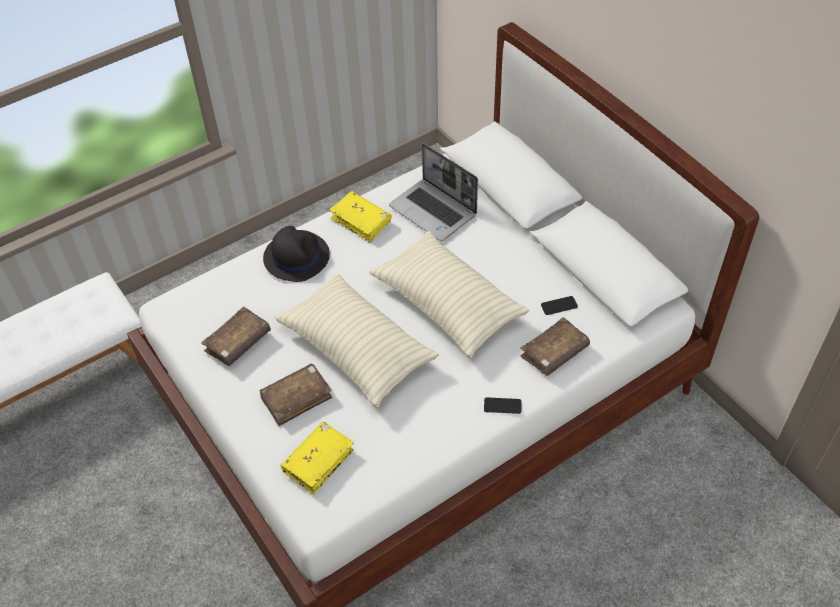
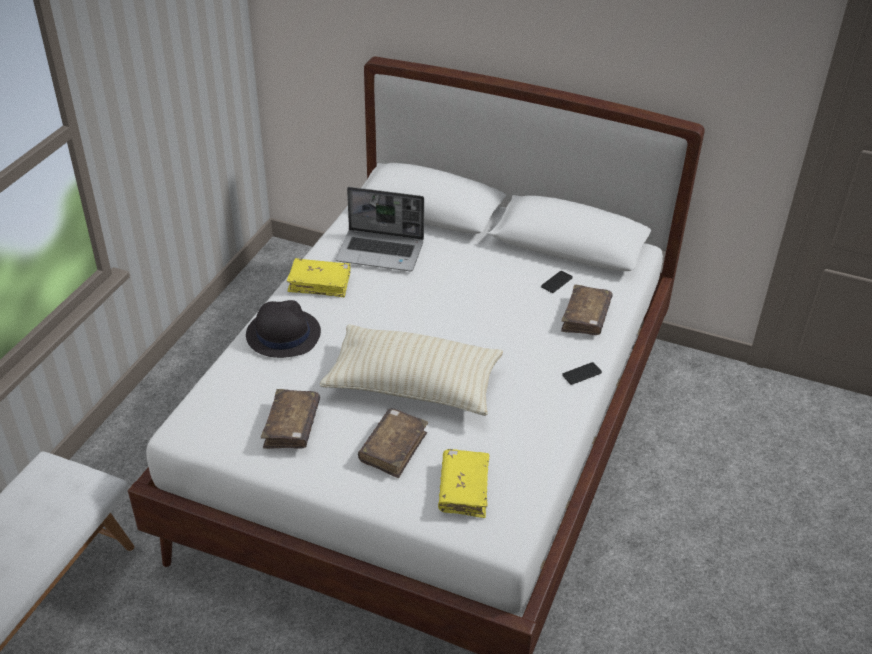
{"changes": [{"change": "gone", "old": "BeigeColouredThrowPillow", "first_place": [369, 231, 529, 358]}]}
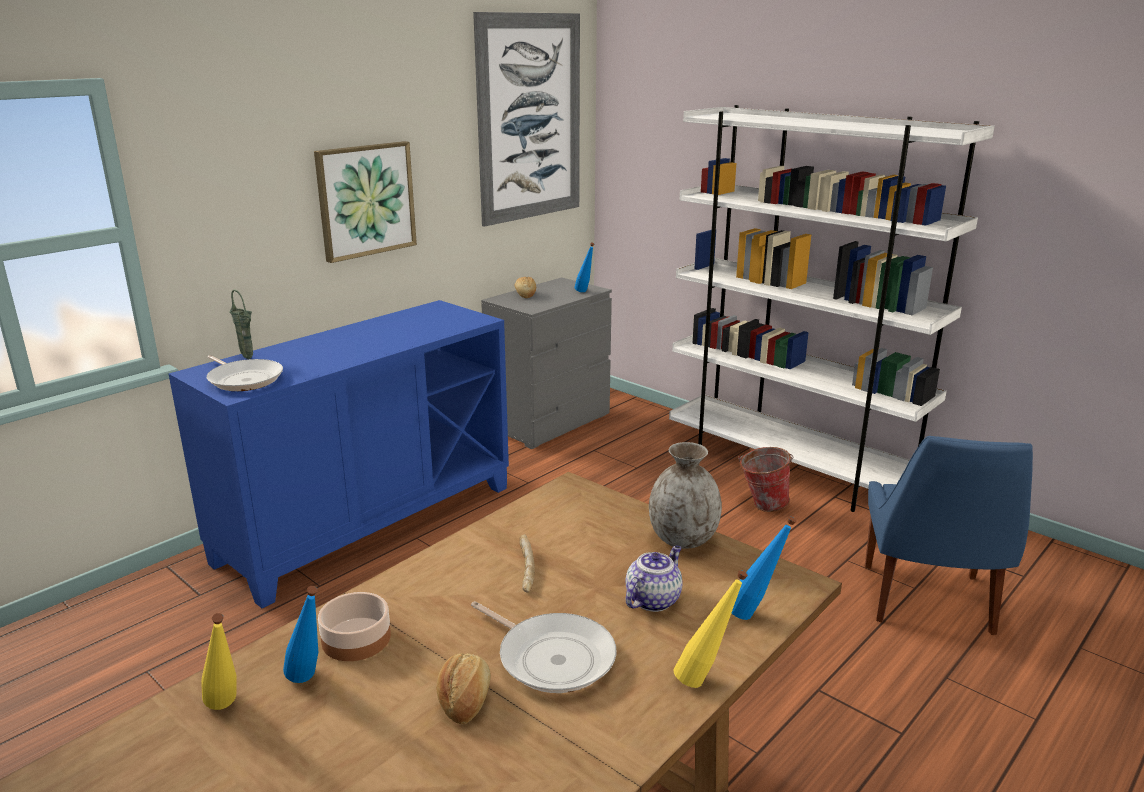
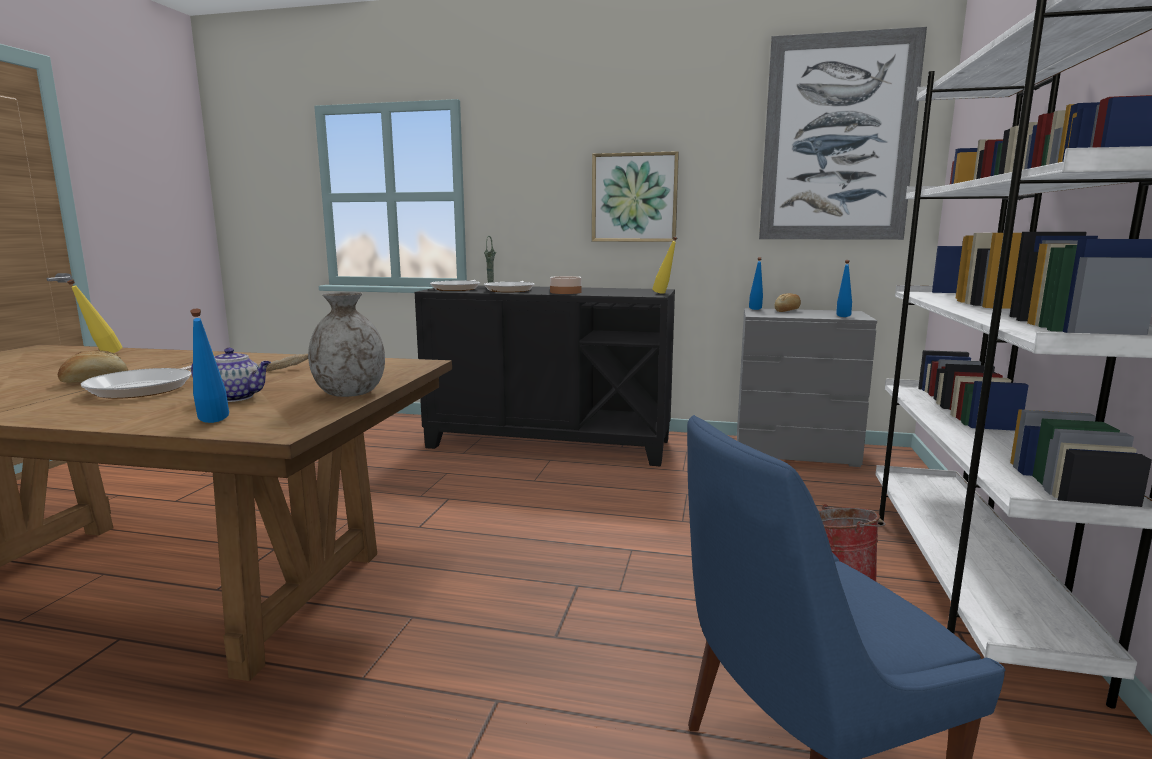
{"changes": [{"change": "new", "new": "Pan", "second_place": [484, 281, 534, 292]}, {"change": "shifted", "old": "BlueColouredDrinkBottle", "first_place": [283, 586, 318, 683], "second_place": [749, 257, 763, 310]}, {"change": "shifted", "old": "ServingBowl", "first_place": [318, 592, 391, 661], "second_place": [550, 276, 582, 294]}, {"change": "shifted", "old": "YellowColouredDrinkBottle", "first_place": [674, 570, 748, 688], "second_place": [652, 237, 677, 294]}, {"change": "repainted", "old": "BlueColouredCabinet", "new": "BlackCabinet", "first_place": [169, 300, 509, 608], "second_place": [415, 285, 675, 466]}]}
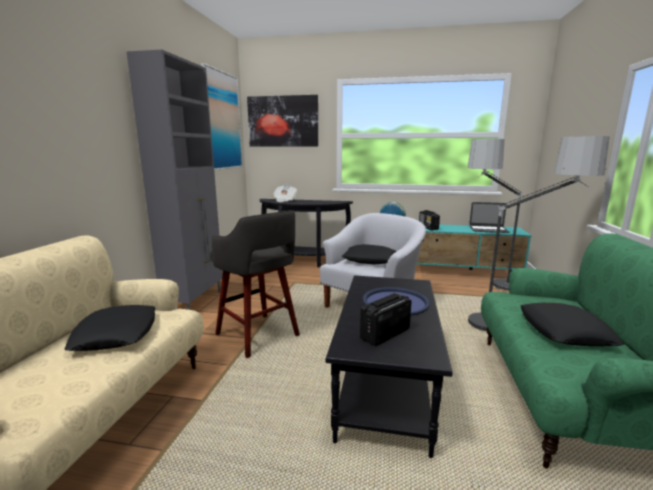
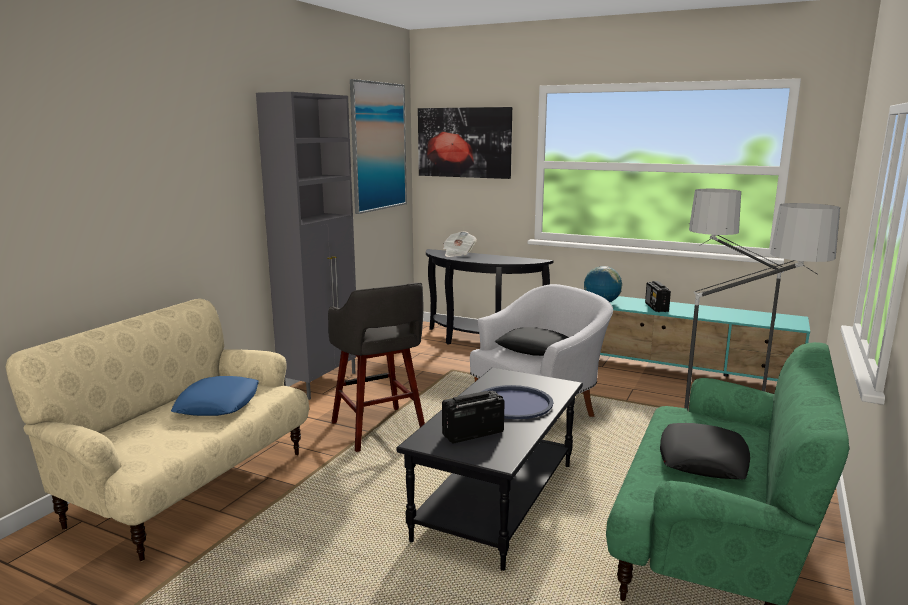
{"changes": [{"change": "gone", "old": "Laptop", "first_place": [469, 202, 510, 233]}, {"change": "repainted", "old": "BlackThrowPillow", "new": "BlueColouredThrowPillow", "first_place": [65, 305, 155, 351], "second_place": [171, 376, 259, 416]}]}
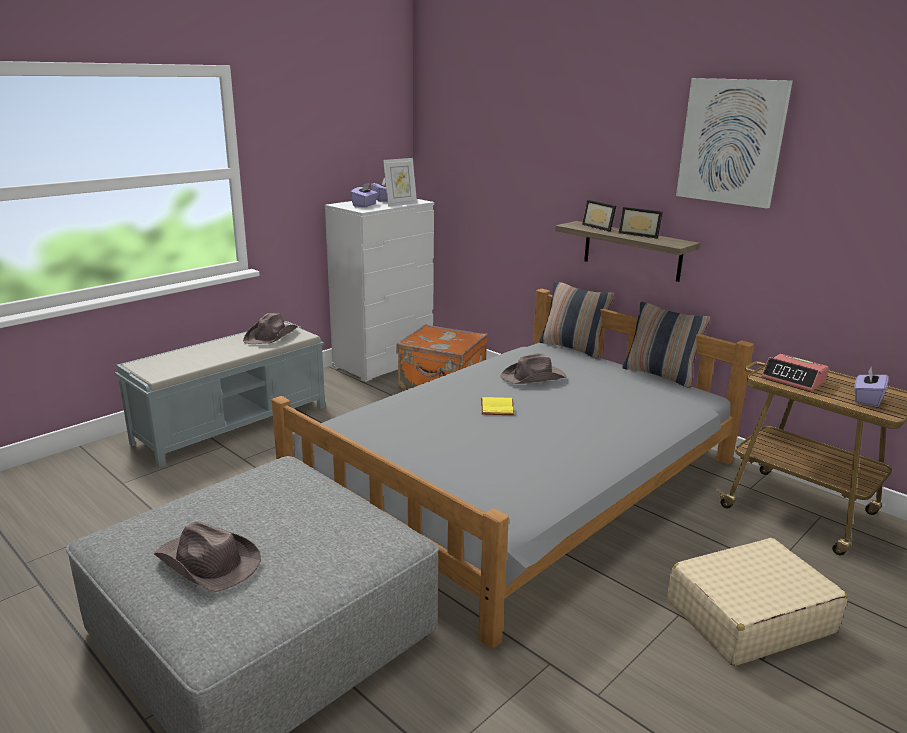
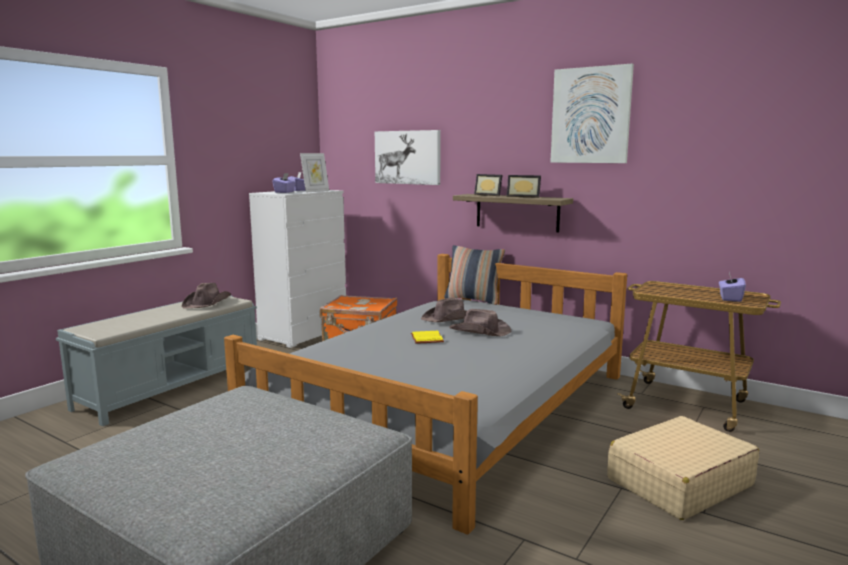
{"changes": [{"change": "gone", "old": "ThrowPillow", "first_place": [622, 301, 710, 388]}, {"change": "gone", "old": "BedsideClock", "first_place": [761, 354, 829, 392]}, {"change": "new", "new": "WallArt", "second_place": [375, 130, 441, 185]}, {"change": "shifted", "old": "BrownColouredWearableHat", "first_place": [154, 521, 261, 593], "second_place": [449, 309, 511, 336]}]}
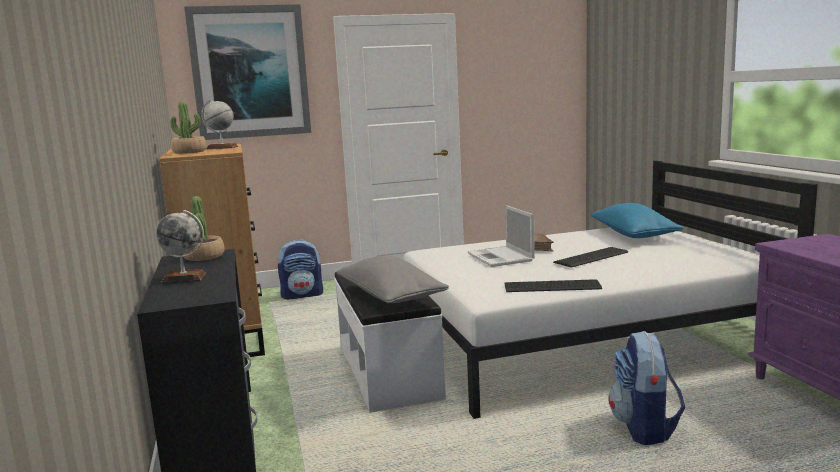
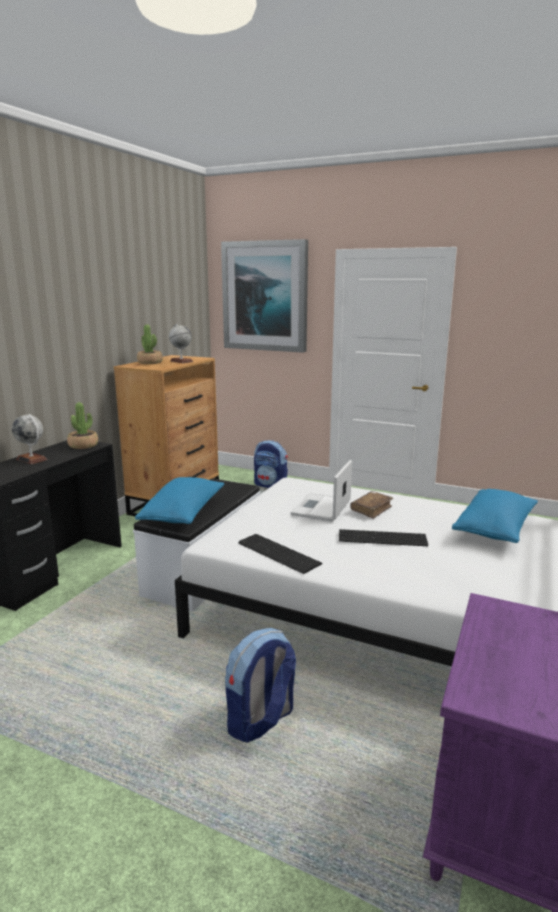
{"changes": [{"change": "repainted", "old": "GreyThrowPillow", "new": "BlueColouredThrowPillow", "first_place": [337, 255, 449, 303], "second_place": [135, 477, 225, 524]}]}
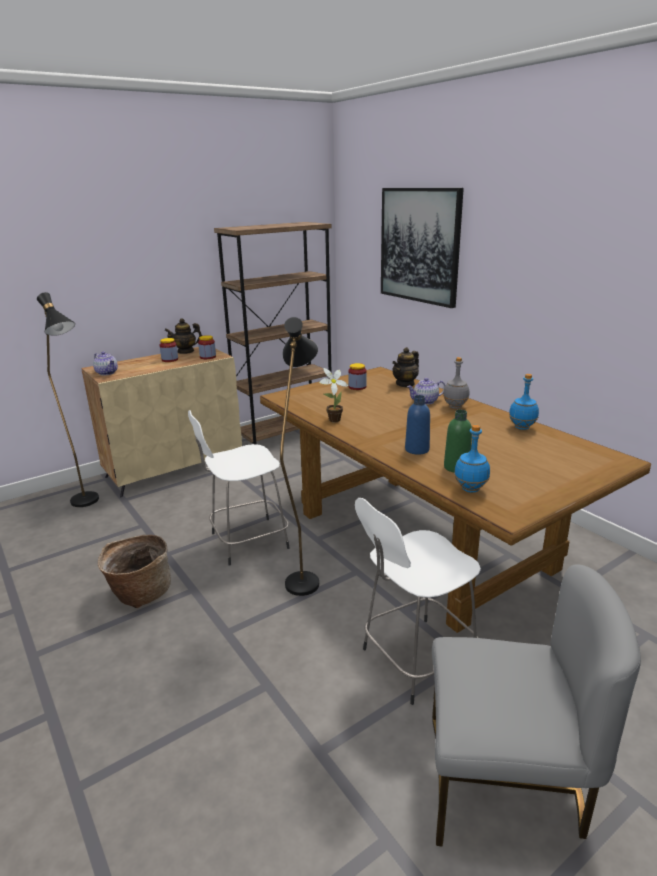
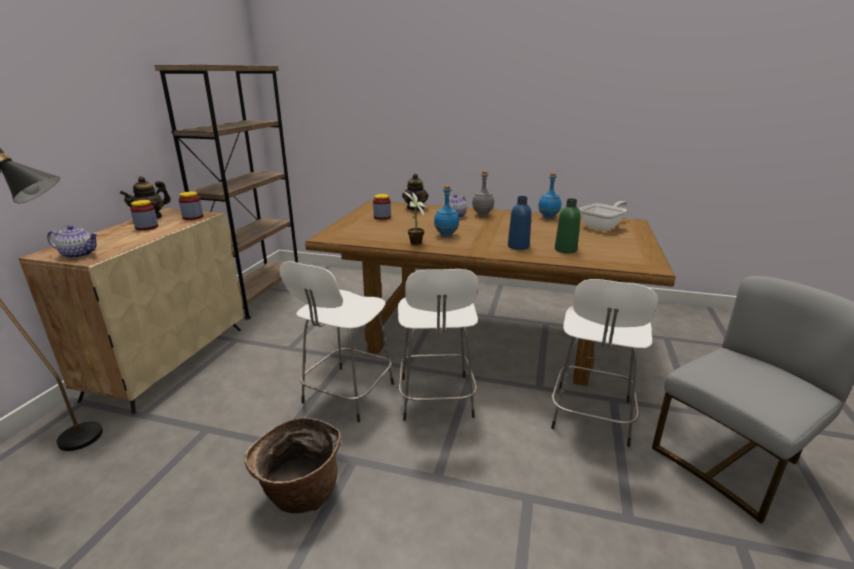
{"changes": [{"change": "gone", "old": "WallArt", "first_place": [381, 188, 464, 308]}, {"change": "new", "new": "Pan", "second_place": [580, 201, 627, 231]}, {"change": "shifted", "old": "BlueColouredDrinkBottle", "first_place": [454, 425, 490, 493], "second_place": [434, 185, 459, 237]}, {"change": "swapped", "old": "BlackStandardLamp", "new": "WhitishStool", "first_place": [280, 317, 319, 596], "second_place": [398, 269, 478, 421]}]}
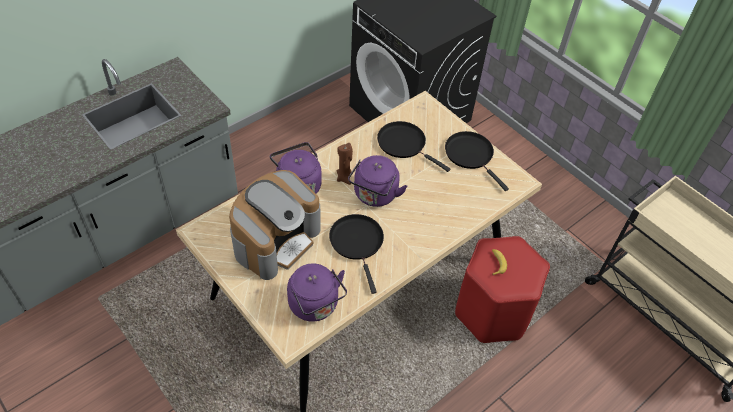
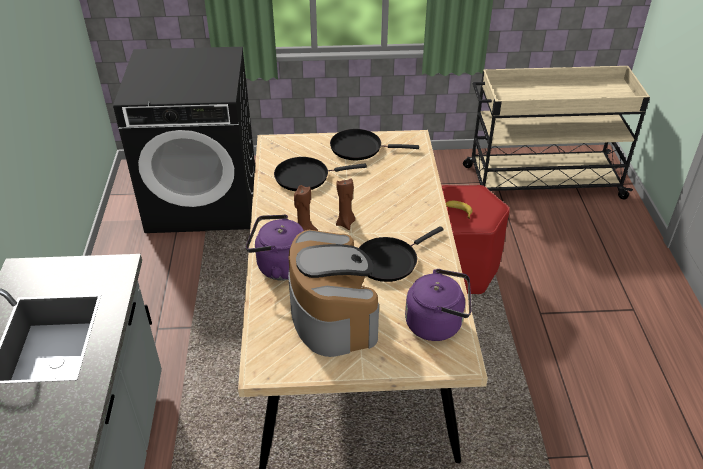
{"changes": [{"change": "swapped", "old": "PurplishWaterKettle", "new": "BrownColouredWaxLight", "first_place": [348, 155, 407, 207], "second_place": [336, 179, 355, 230]}, {"change": "rotated", "old": "BlackPan", "first_place": [329, 214, 384, 294], "second_place": [359, 226, 444, 282], "degrees": -60}]}
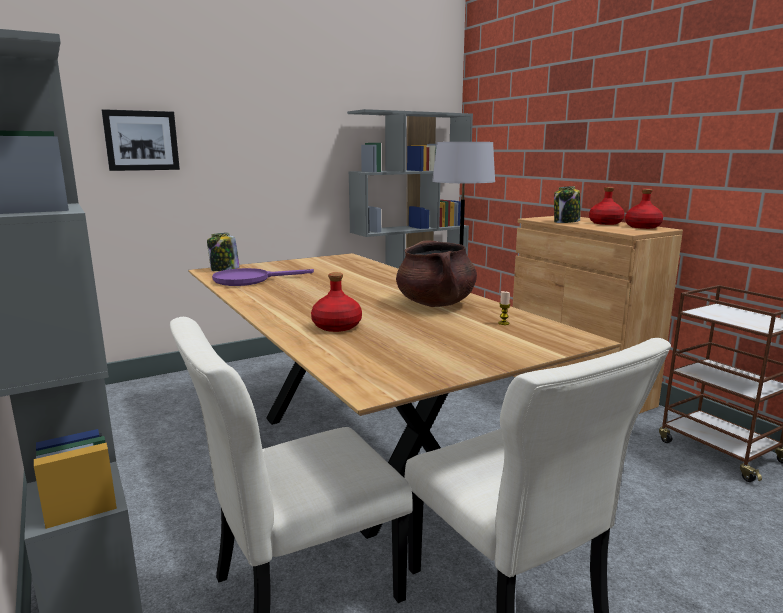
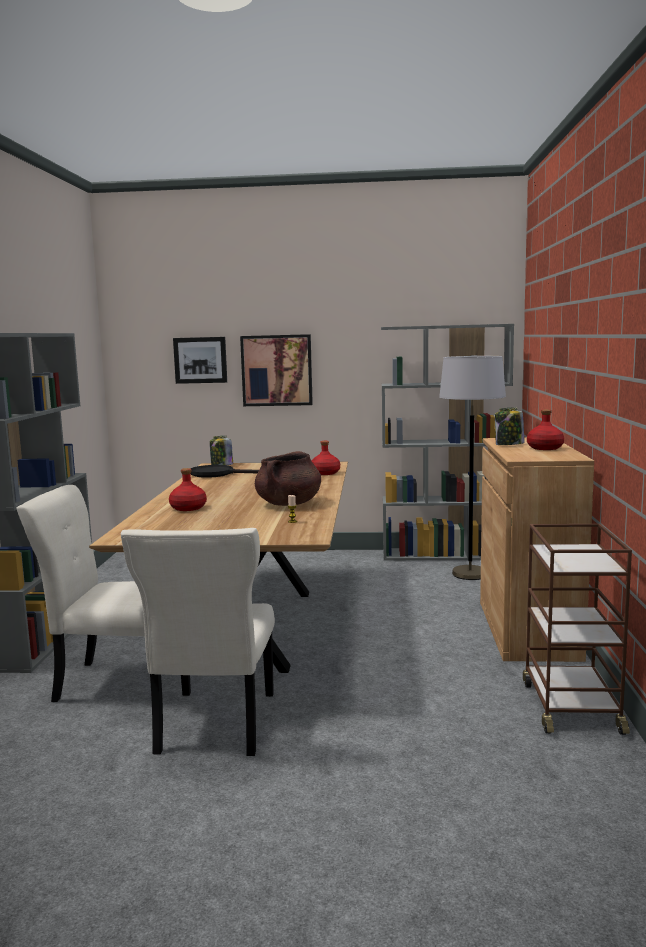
{"changes": [{"change": "new", "new": "WallArt", "second_place": [240, 334, 313, 406]}, {"change": "shifted", "old": "RedColouredDrinkBottle", "first_place": [625, 189, 663, 229], "second_place": [312, 441, 340, 475]}, {"change": "repainted", "old": "PurplishPan", "new": "BlackPan", "first_place": [212, 268, 314, 286], "second_place": [191, 465, 259, 478]}]}
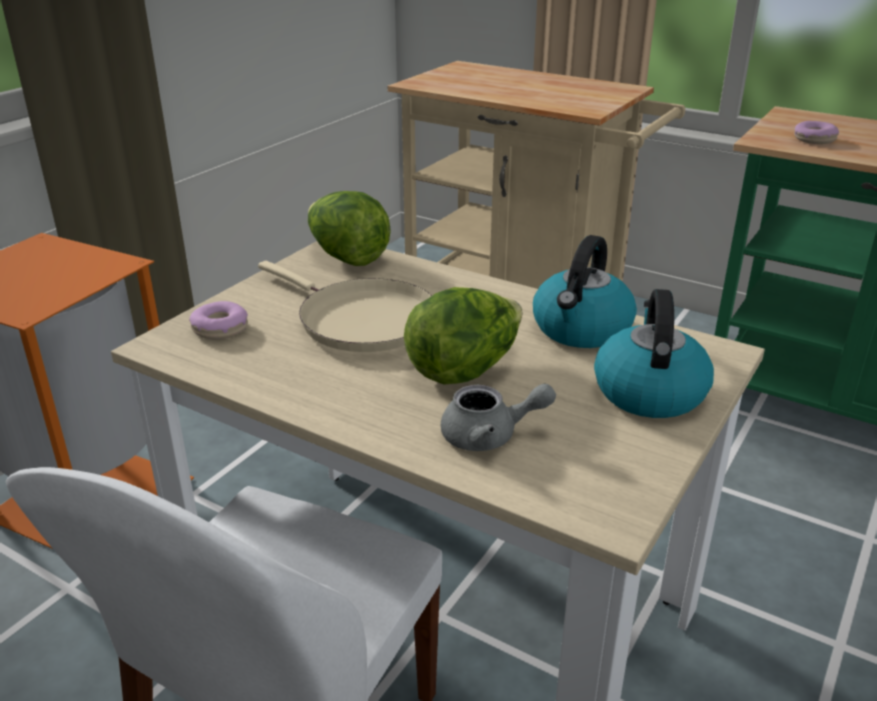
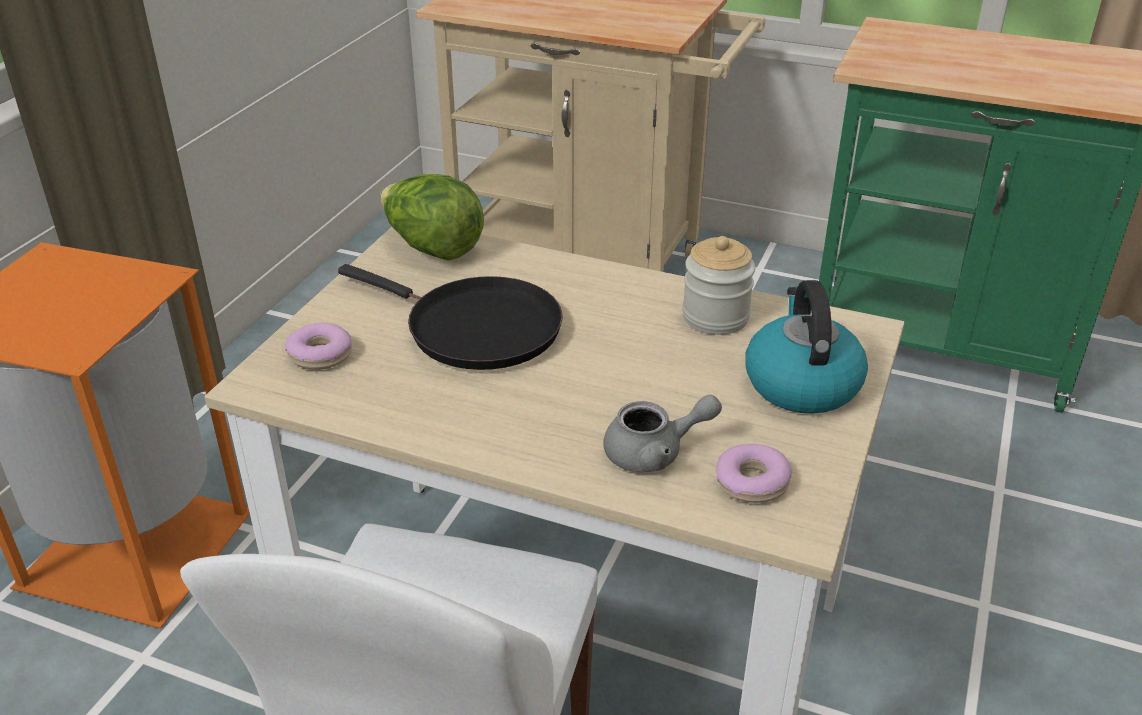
{"changes": [{"change": "gone", "old": "Lettuce", "first_place": [404, 287, 522, 385]}, {"change": "shifted", "old": "Donut", "first_place": [794, 121, 839, 144], "second_place": [716, 444, 792, 503]}, {"change": "swapped", "old": "WaterKettle", "new": "Jar", "first_place": [533, 235, 637, 348], "second_place": [682, 236, 755, 335]}, {"change": "repainted", "old": "BeigeColouredPan", "new": "BlackPan", "first_place": [258, 261, 432, 352], "second_place": [338, 264, 563, 370]}]}
